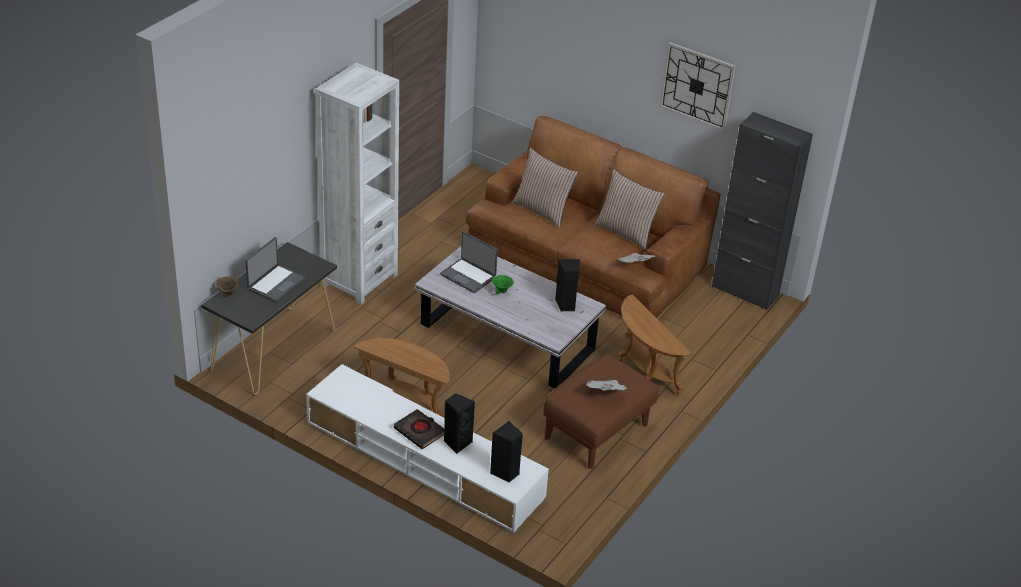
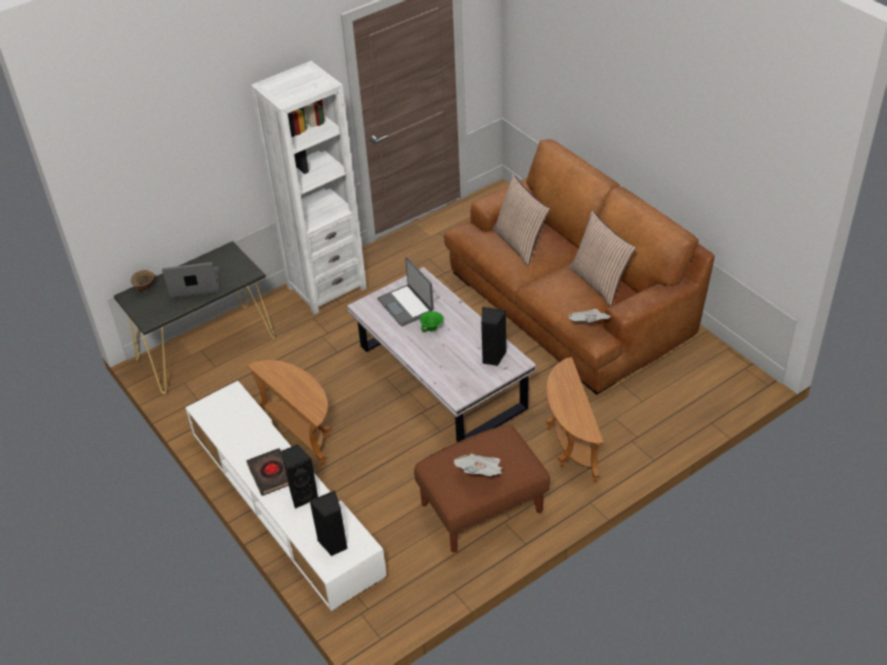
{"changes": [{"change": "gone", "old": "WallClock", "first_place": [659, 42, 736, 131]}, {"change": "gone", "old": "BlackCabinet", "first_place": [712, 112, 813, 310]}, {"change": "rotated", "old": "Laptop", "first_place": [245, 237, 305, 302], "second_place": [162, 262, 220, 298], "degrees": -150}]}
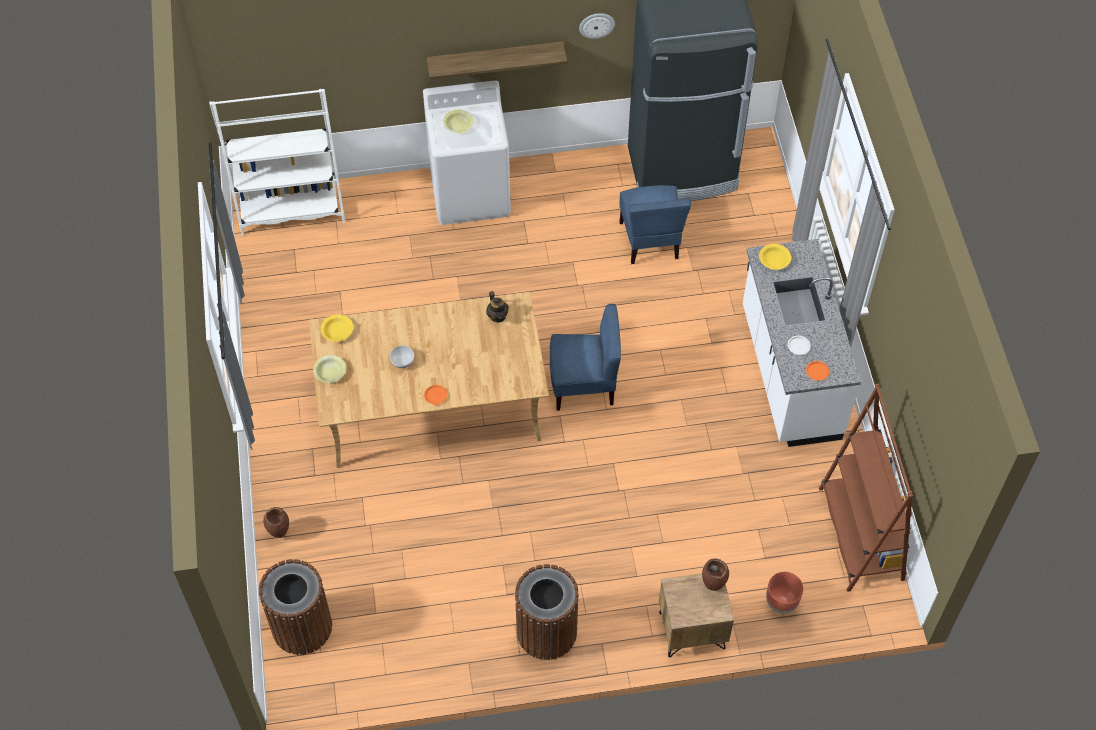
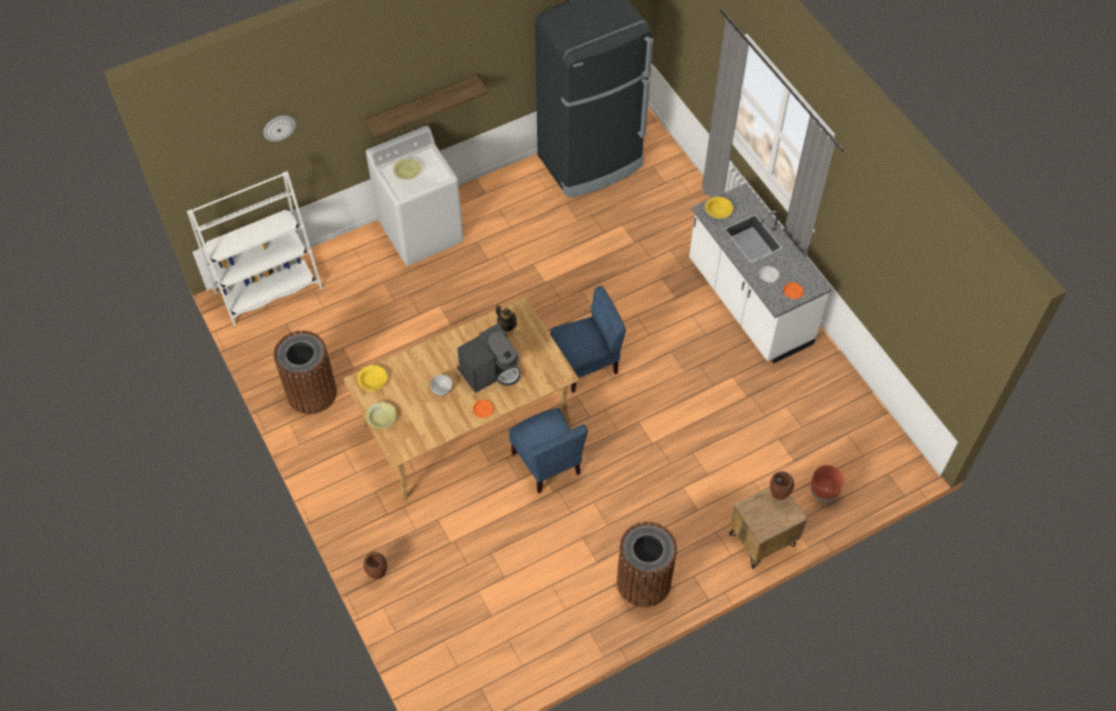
{"changes": [{"change": "gone", "old": "BrownColouredShelvingUnit", "first_place": [819, 384, 913, 592]}, {"change": "new", "new": "CoffeeMachine", "second_place": [457, 323, 520, 393]}, {"change": "shifted", "old": "BrownColouredRubbishBin", "first_place": [259, 559, 332, 655], "second_place": [274, 330, 337, 414]}, {"change": "shifted", "old": "WallClock", "first_place": [579, 13, 615, 39], "second_place": [263, 116, 296, 142]}, {"change": "shifted", "old": "BlueColouredChair", "first_place": [619, 185, 691, 264], "second_place": [509, 408, 588, 494]}]}
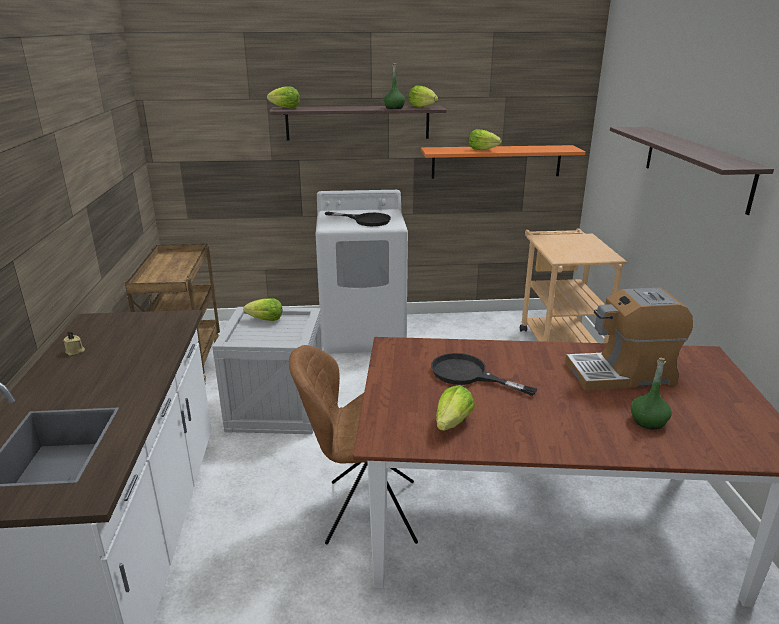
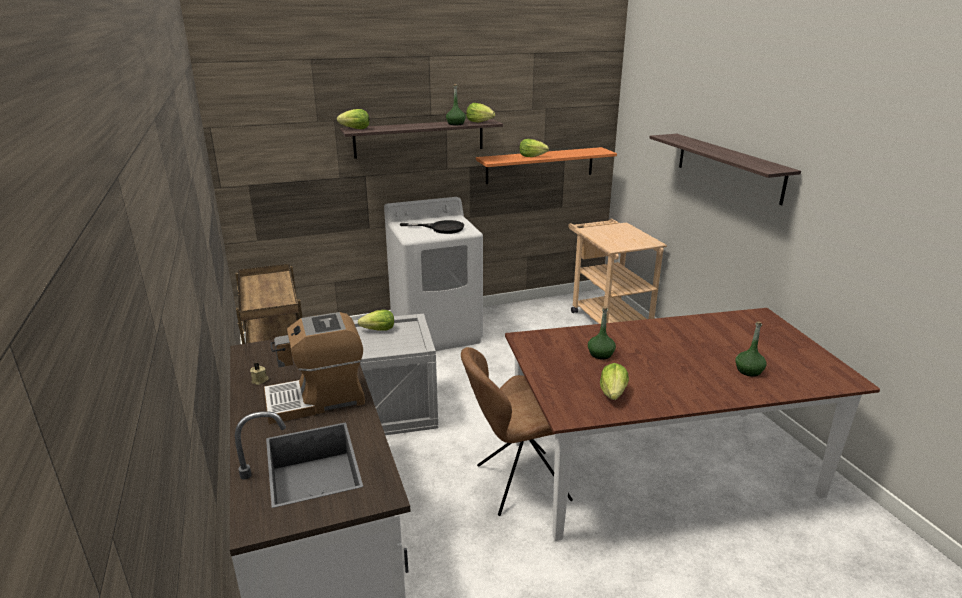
{"changes": [{"change": "shifted", "old": "CoffeeMachine", "first_place": [565, 288, 693, 390], "second_place": [264, 312, 365, 424]}, {"change": "swapped", "old": "BlackPan", "new": "GreenishDrinkBottle", "first_place": [431, 353, 537, 396], "second_place": [588, 306, 616, 360]}]}
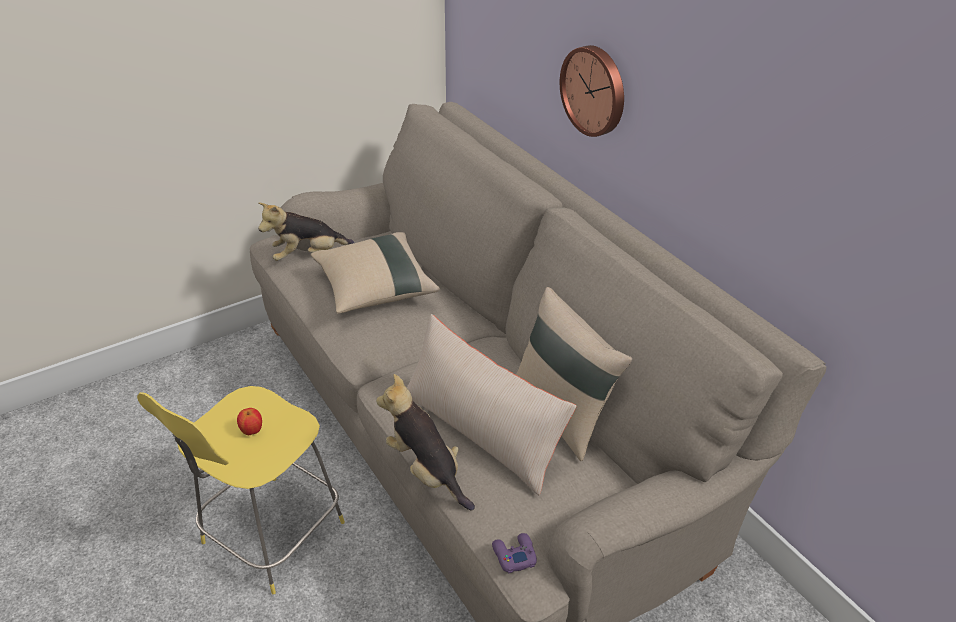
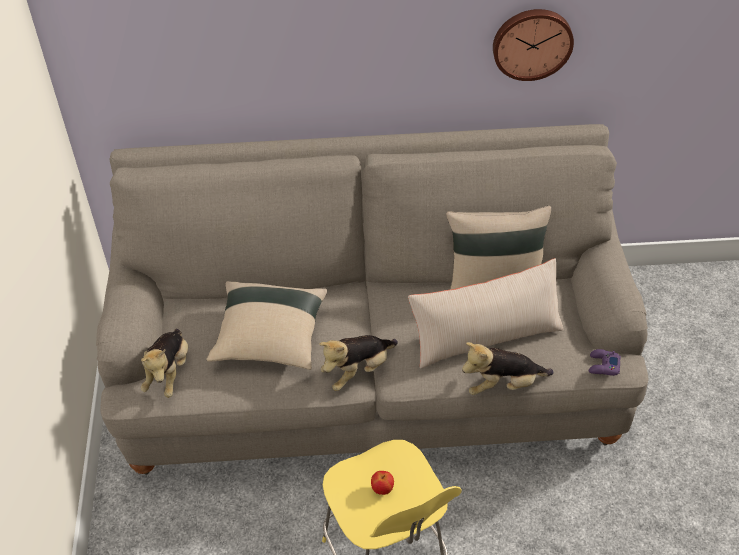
{"changes": [{"change": "new", "new": "PlushToy", "second_place": [319, 335, 398, 391]}, {"change": "shifted", "old": "WallClock", "first_place": [560, 45, 624, 137], "second_place": [493, 9, 574, 81]}]}
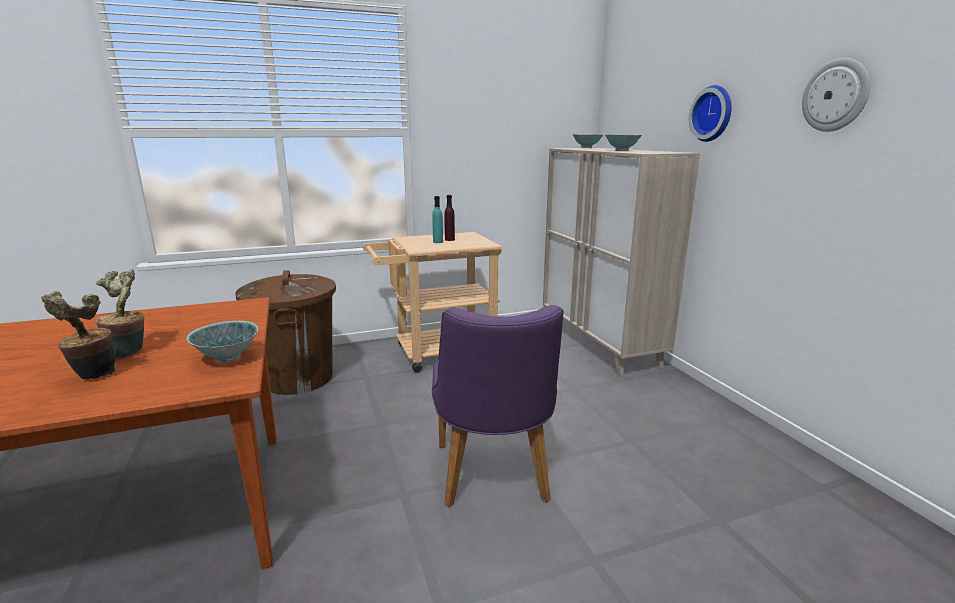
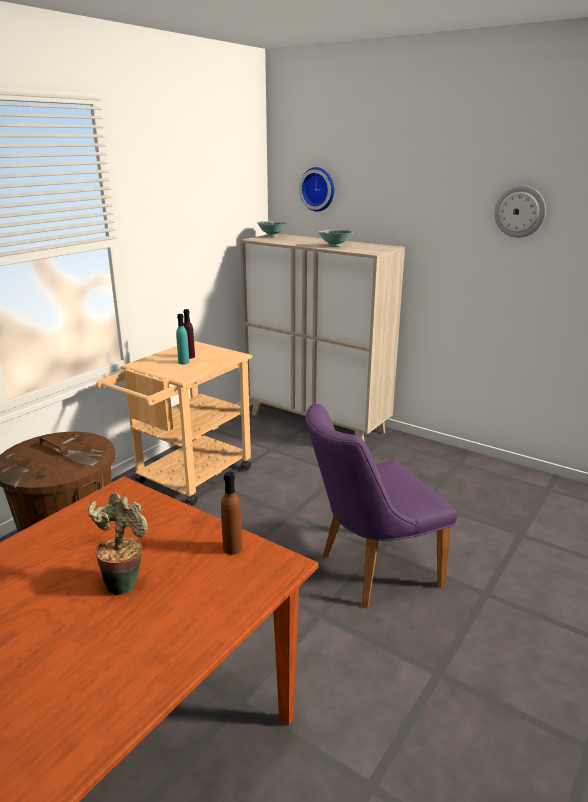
{"changes": [{"change": "gone", "old": "PlantInAPot", "first_place": [41, 291, 115, 379]}, {"change": "shifted", "old": "WallClock", "first_place": [689, 85, 731, 142], "second_place": [299, 167, 334, 212]}, {"change": "swapped", "old": "ServingBowl", "new": "BrownColouredDrinkBottle", "first_place": [187, 321, 258, 363], "second_place": [221, 472, 242, 555]}, {"change": "rotated", "old": "PurplishChair", "first_place": [432, 305, 563, 507], "second_place": [305, 404, 457, 608], "degrees": 105}]}
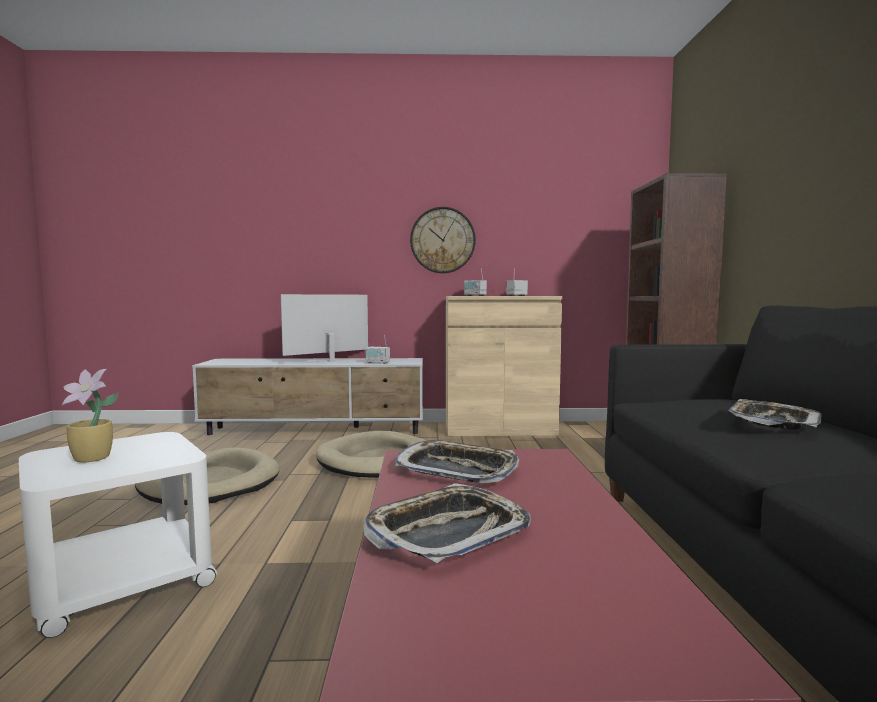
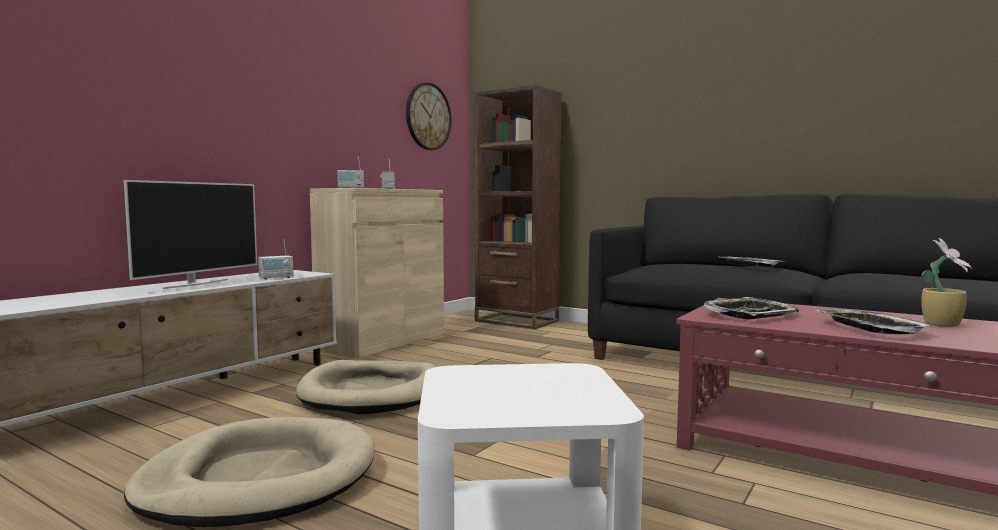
{"changes": [{"change": "shifted", "old": "PlantInAPot", "first_place": [62, 369, 118, 462], "second_place": [921, 238, 972, 327]}, {"change": "shifted", "old": "WallClock", "first_place": [410, 207, 476, 273], "second_place": [406, 82, 452, 150]}, {"change": "rotated", "old": "Television", "first_place": [281, 294, 368, 363], "second_place": [124, 180, 257, 289], "degrees": -150}]}
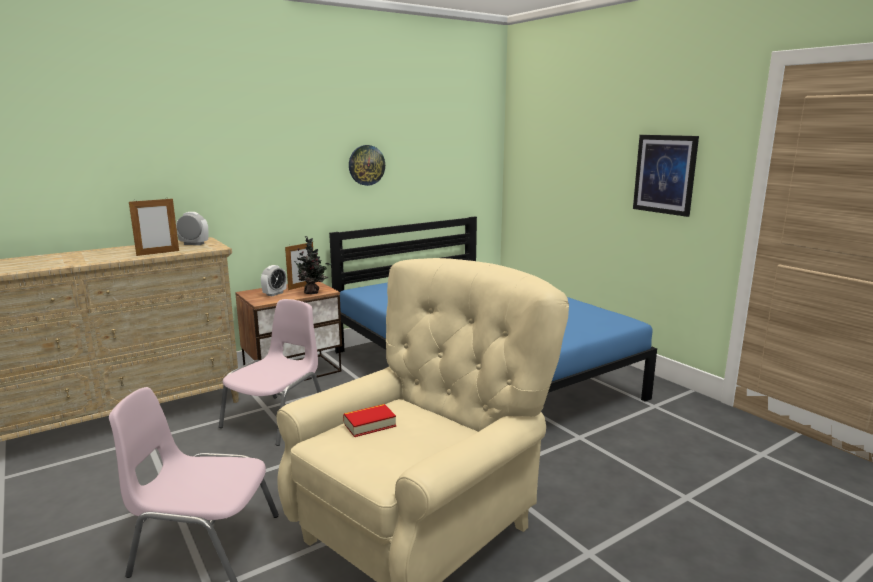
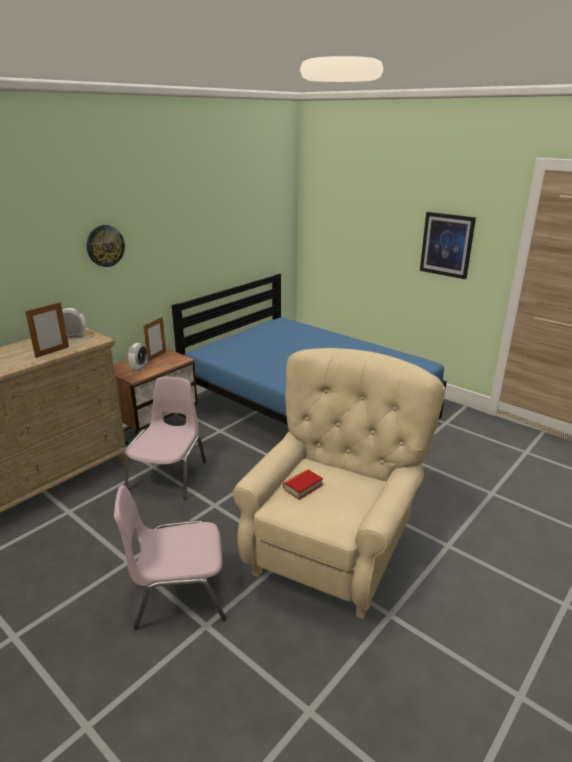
{"changes": [{"change": "gone", "old": "PlantInAPot", "first_place": [294, 236, 331, 294]}, {"change": "shifted", "old": "WallClock", "first_place": [349, 145, 385, 186], "second_place": [87, 225, 125, 267]}]}
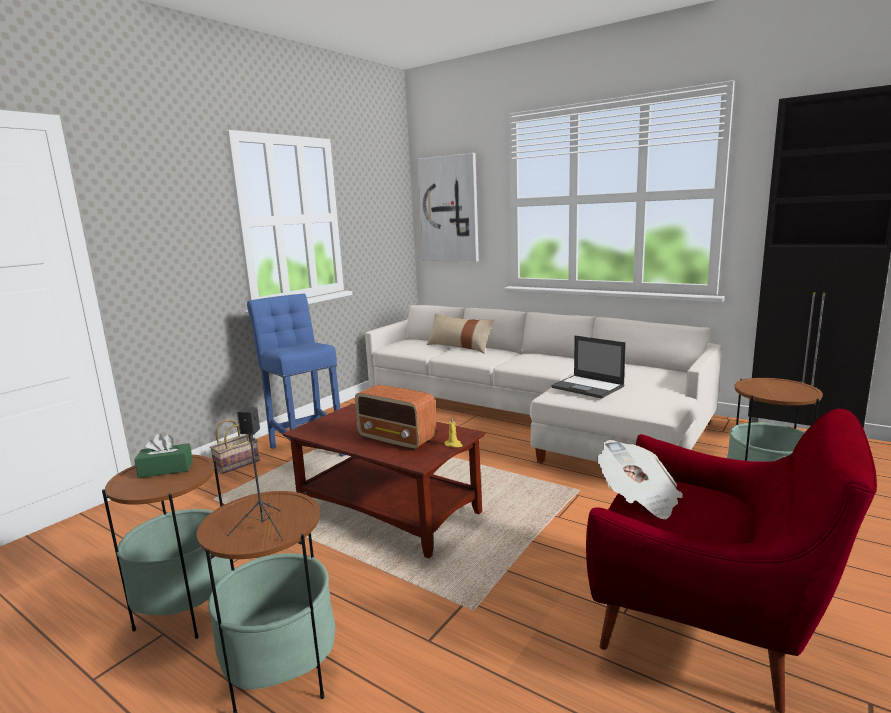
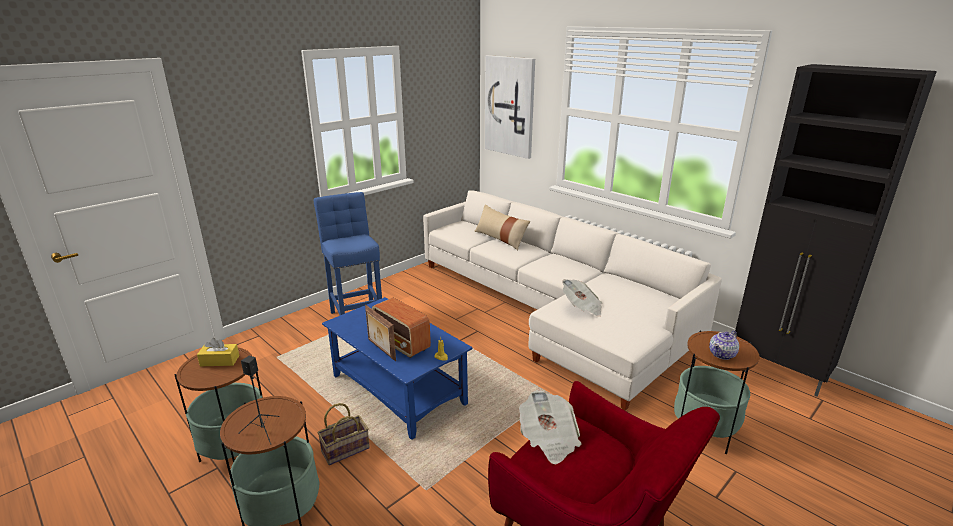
{"changes": [{"change": "new", "new": "StandingFrame", "second_place": [365, 305, 396, 361]}, {"change": "new", "new": "TeaPot", "second_place": [709, 331, 739, 360]}, {"change": "shifted", "old": "StorageBasket", "first_place": [210, 419, 260, 474], "second_place": [317, 403, 370, 465]}, {"change": "swapped", "old": "Laptop", "new": "Newspaper", "first_place": [551, 336, 626, 399], "second_place": [562, 279, 602, 317]}, {"change": "repainted", "old": "GreenishBoxOfTissues", "new": "YellowColouredBoxOfTissues", "first_place": [134, 433, 193, 478], "second_place": [197, 338, 239, 366]}, {"change": "repainted", "old": "BrownColouredLoungeTable", "new": "BlueColouredLoungeTable", "first_place": [283, 404, 486, 559], "second_place": [322, 297, 472, 440]}]}
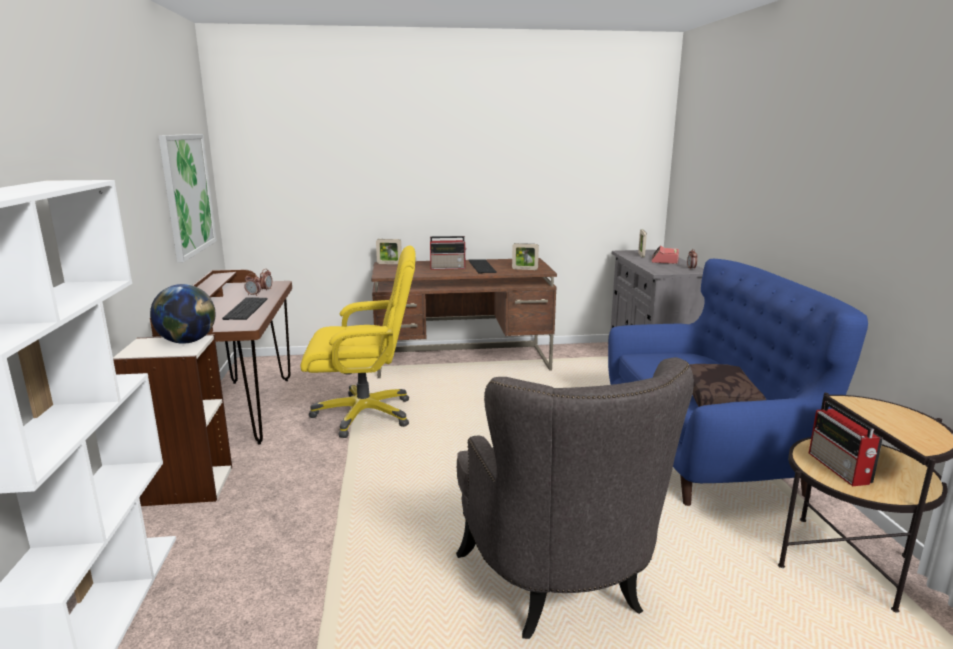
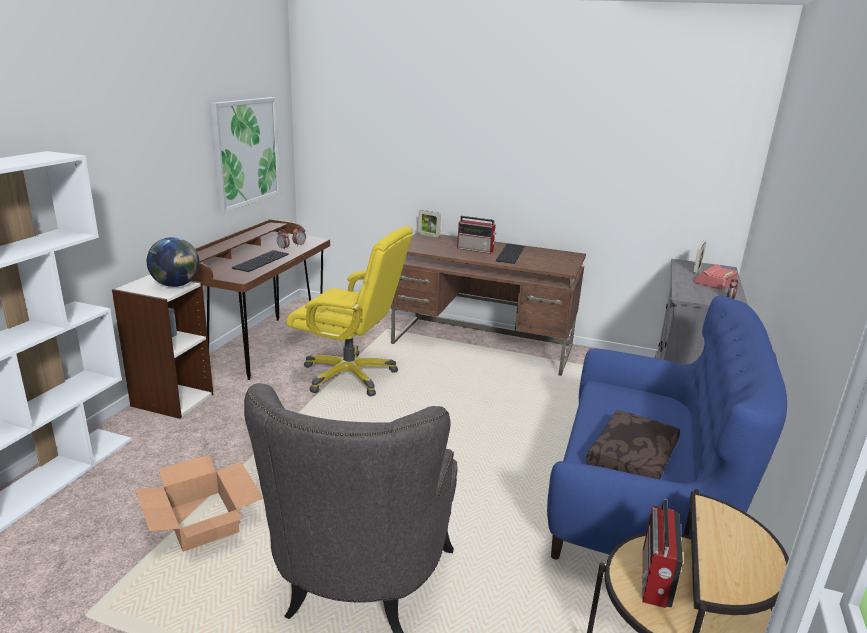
{"changes": [{"change": "gone", "old": "StandingFrame", "first_place": [512, 243, 539, 270]}, {"change": "new", "new": "Carton", "second_place": [135, 455, 263, 552]}]}
